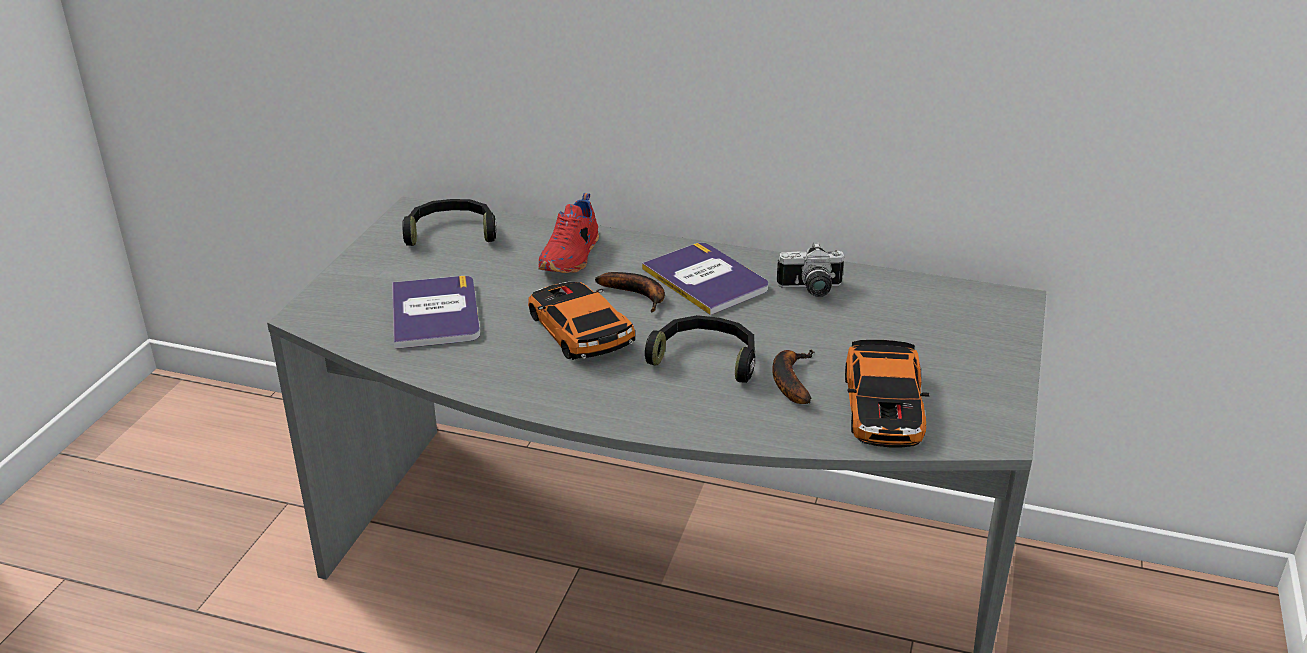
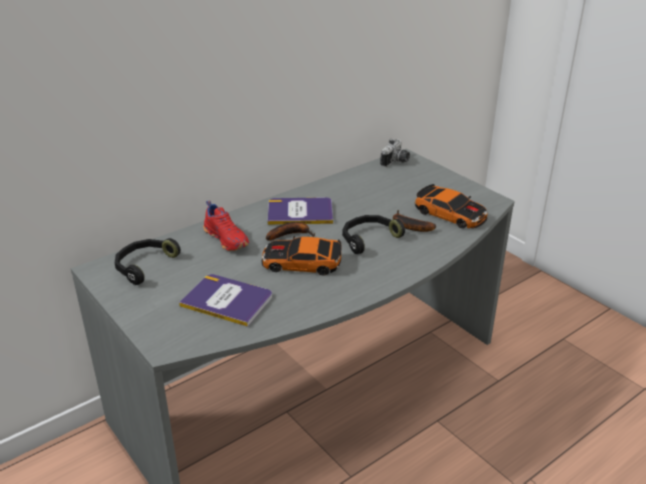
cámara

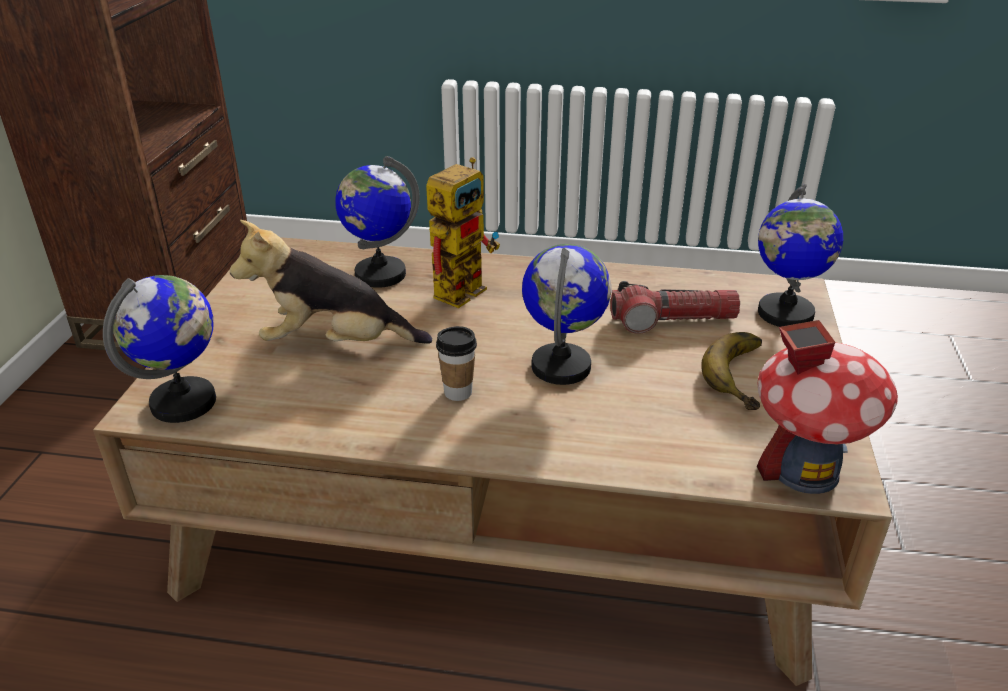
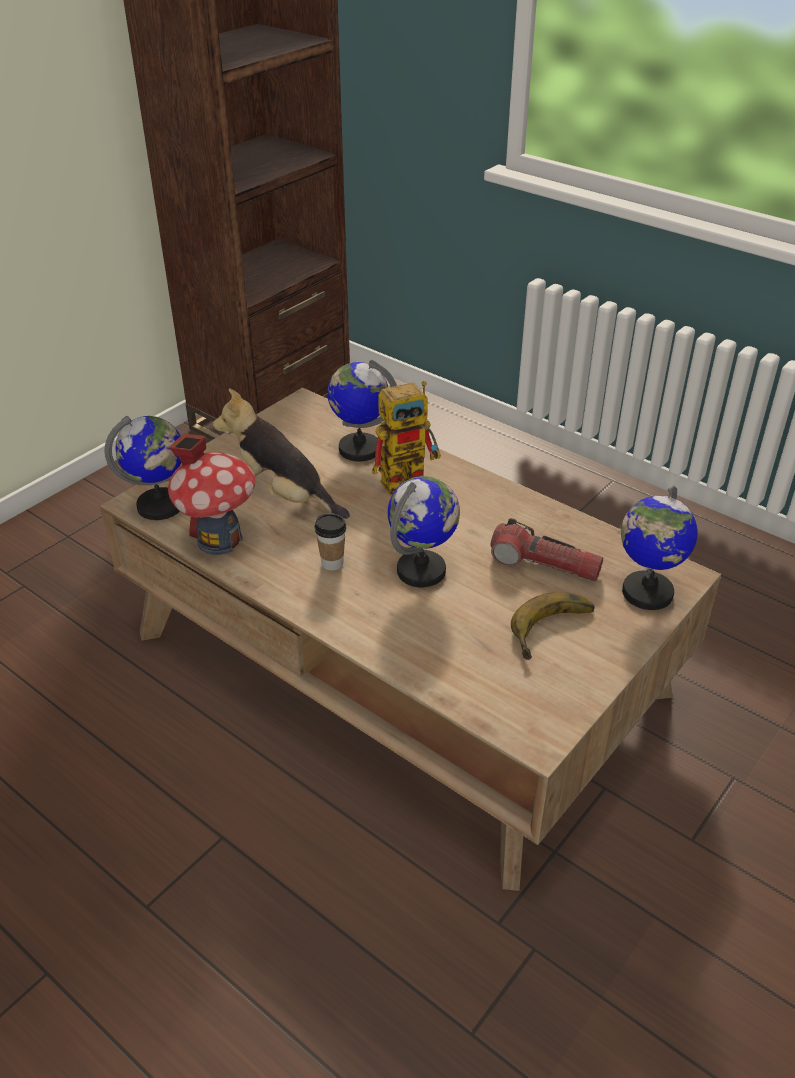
casita

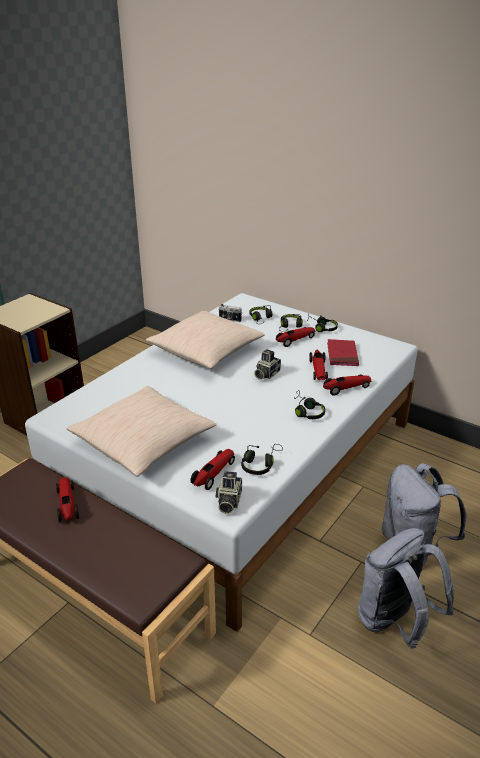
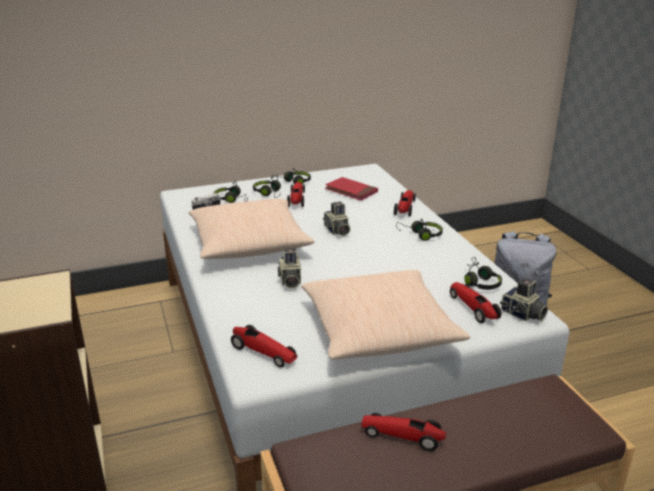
coche de juguete (no. 1 from left)
cámara (no. 2 from left)
mochila/gris (no. 1 from left in the first image)

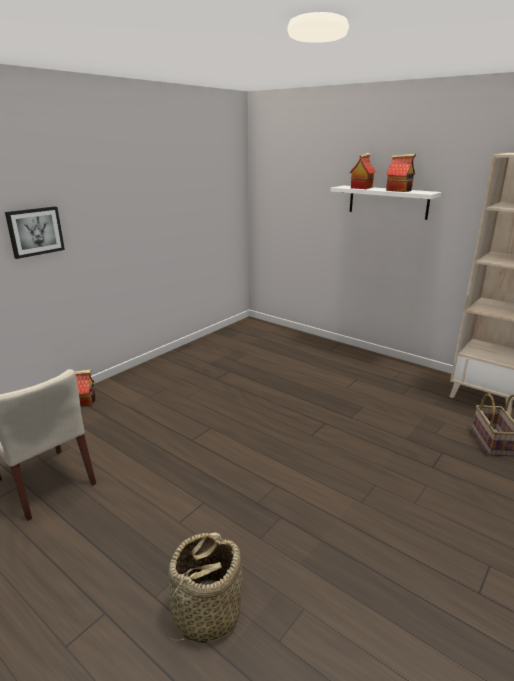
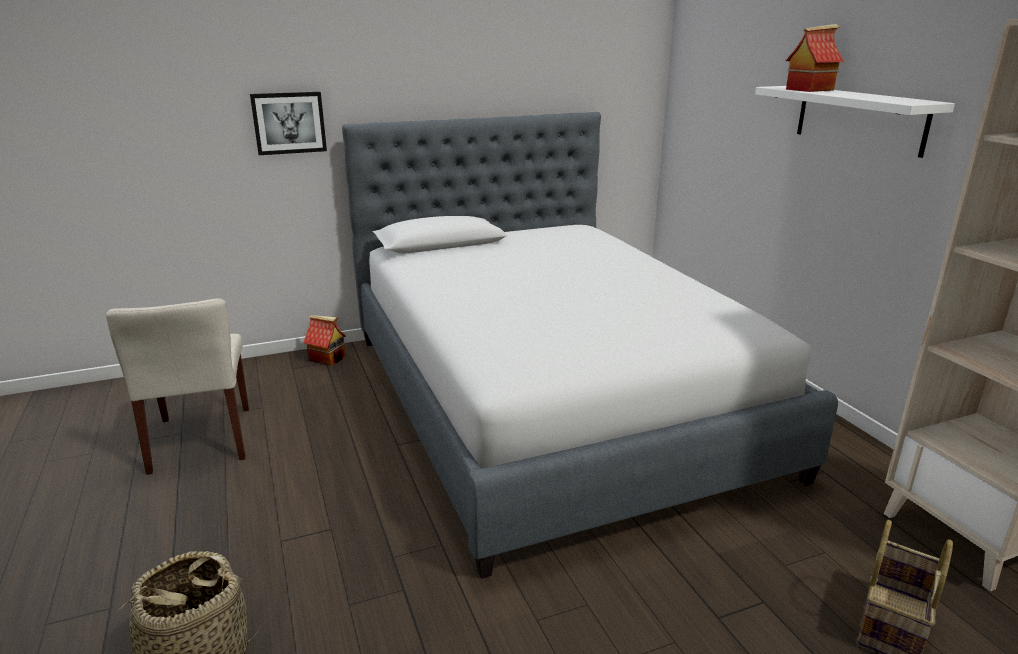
cama
casita (no. 3 from left in the first image)

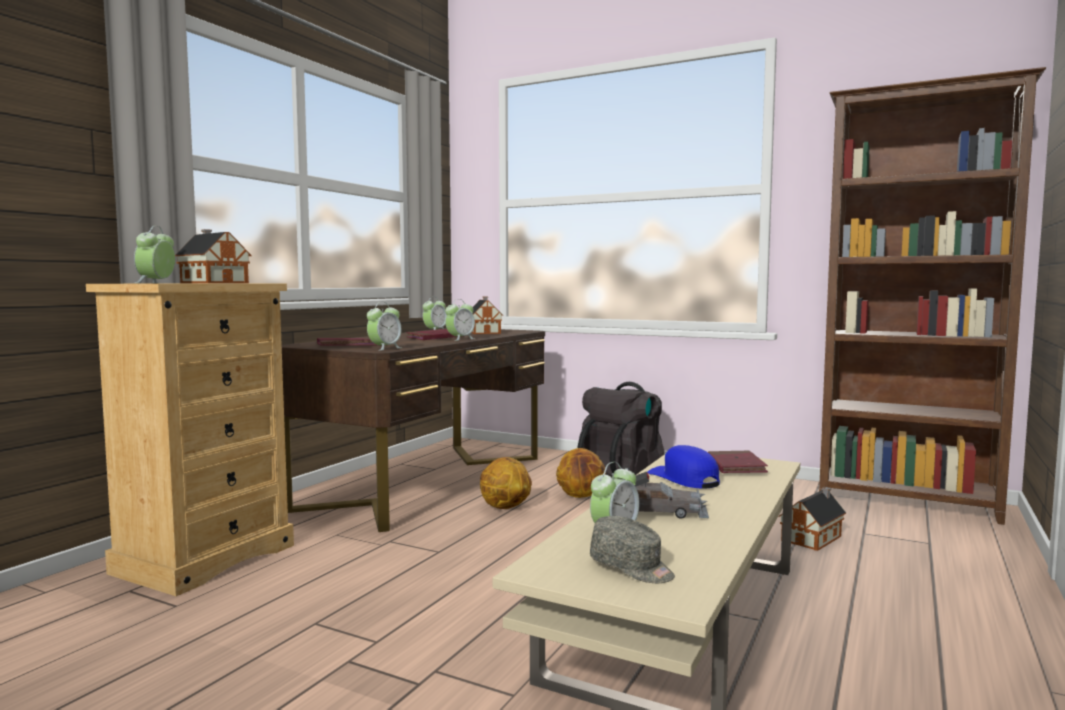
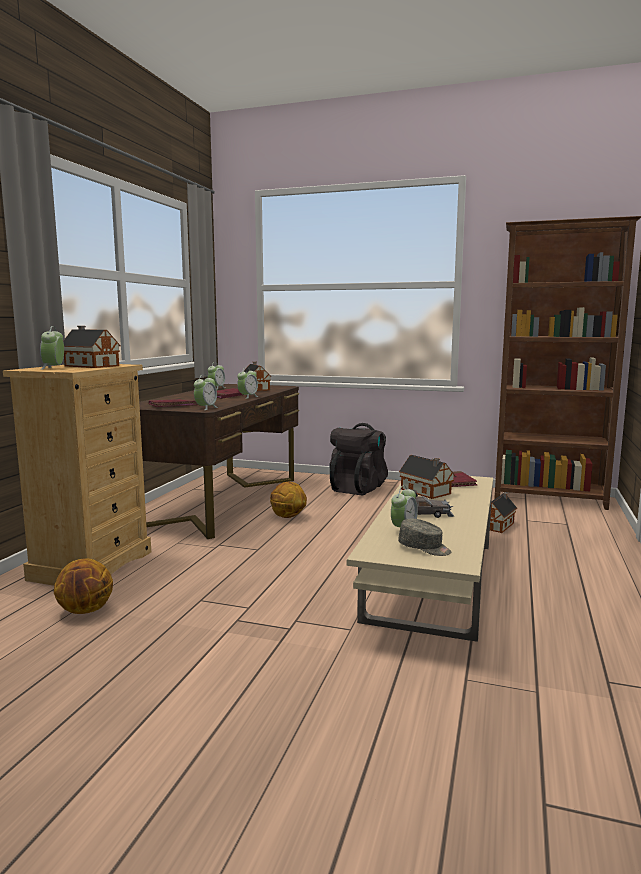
balón de baloncesto (no. 1 from left)
casita (no. 3 from left)

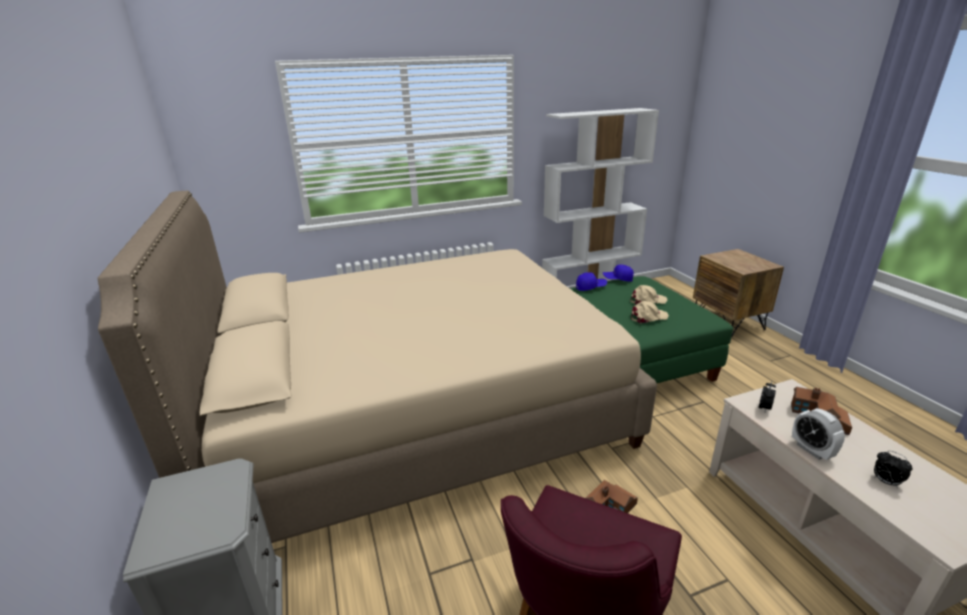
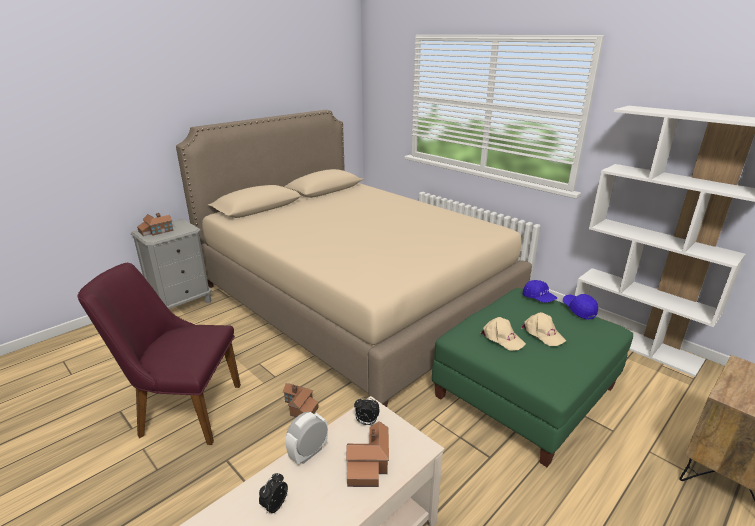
casita (no. 1 from left)

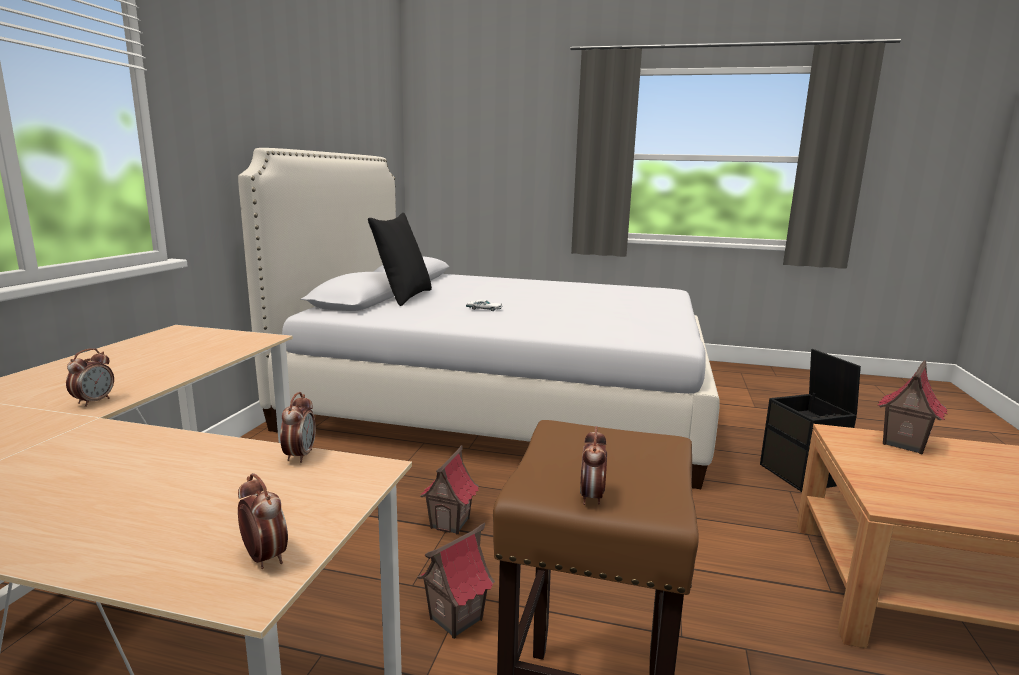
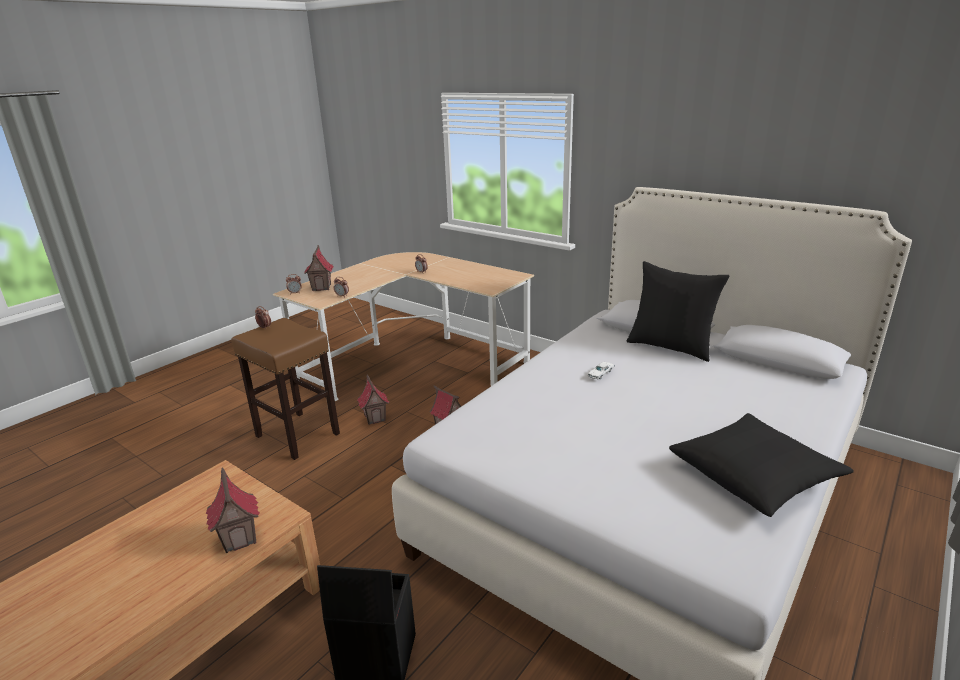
casita (no. 2 from left)
cojín/negro (no. 2 from left)

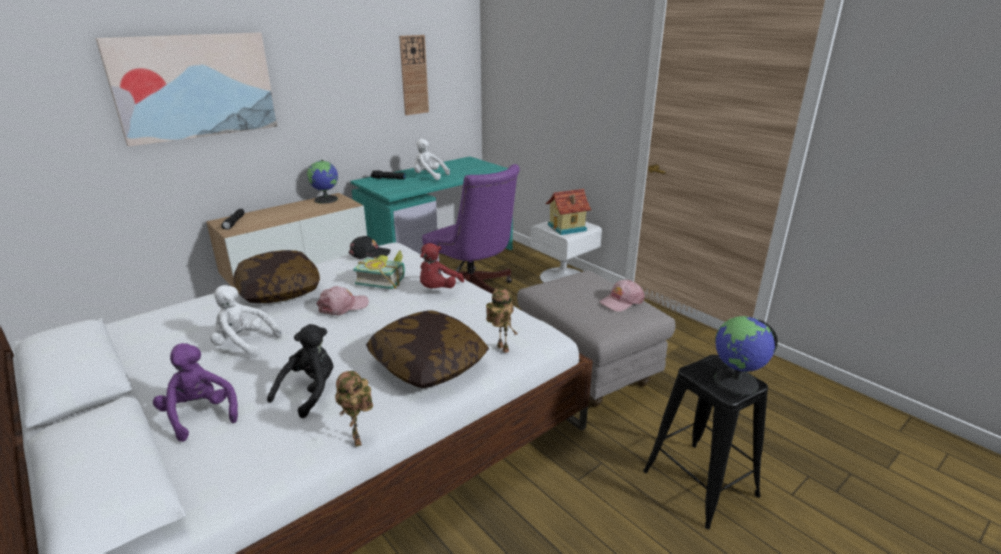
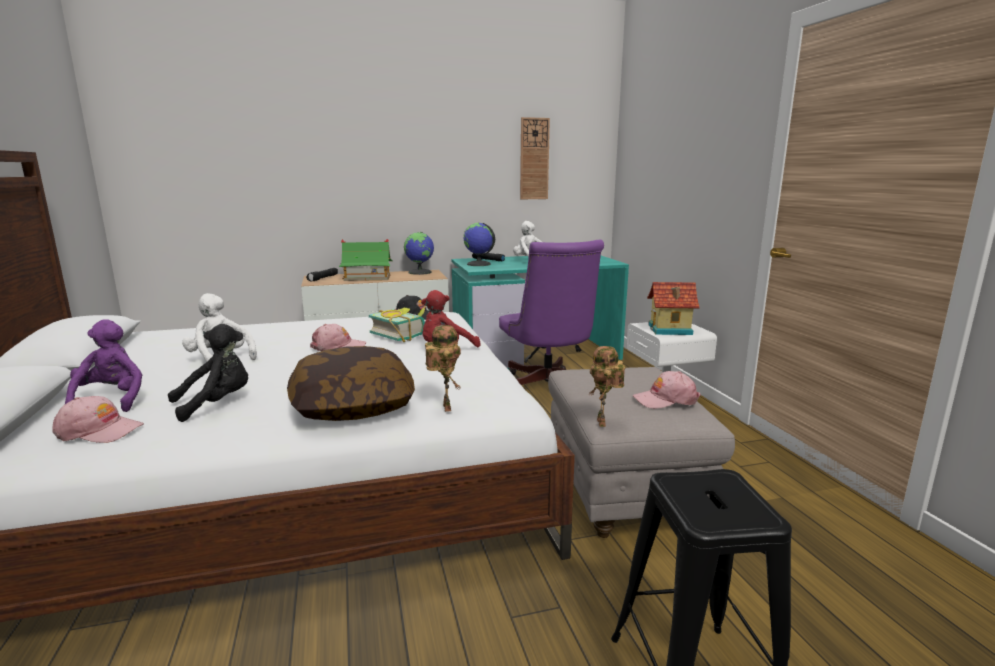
gorra/rosa (no. 1 from left)
casita (no. 1 from left)
globo terráqueo (no. 2 from left)
robot de juguete (no. 2 from left)
cuadro
cojín (no. 1 from left in the first image)

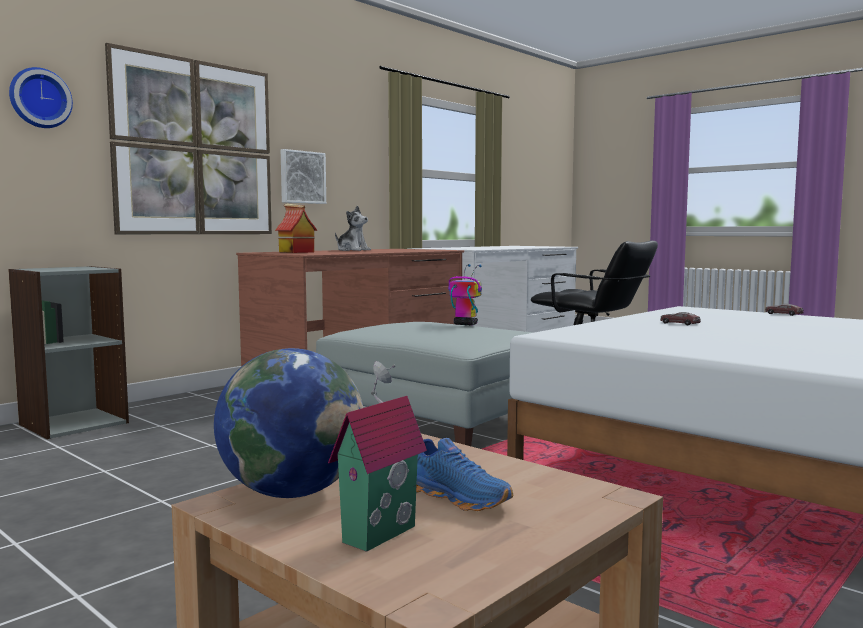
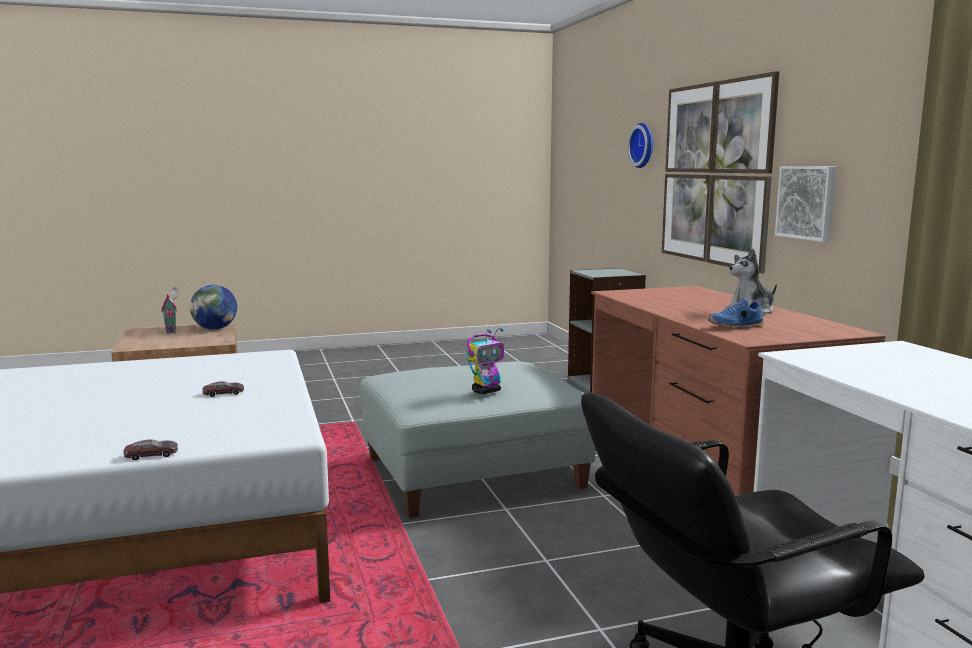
zapato/azul
casita (no. 1 from left in the first image)

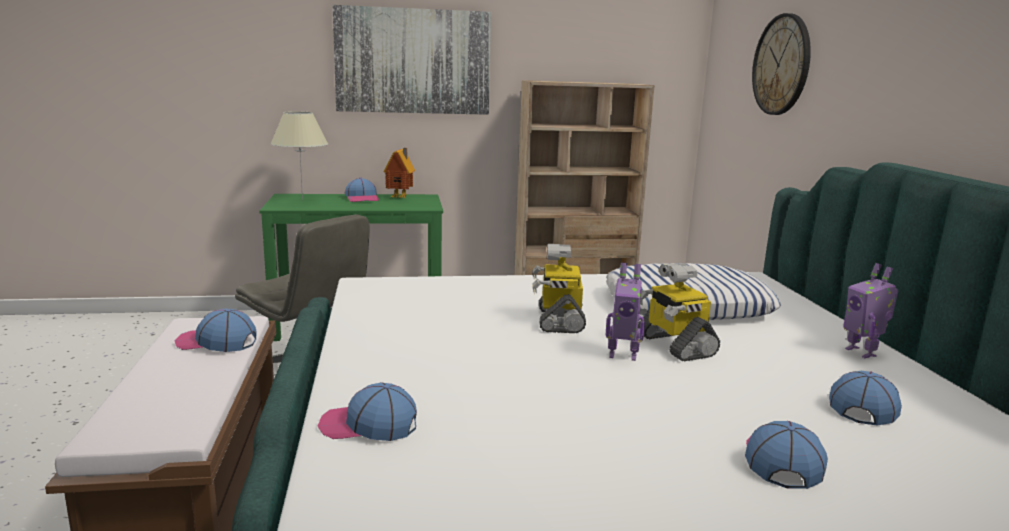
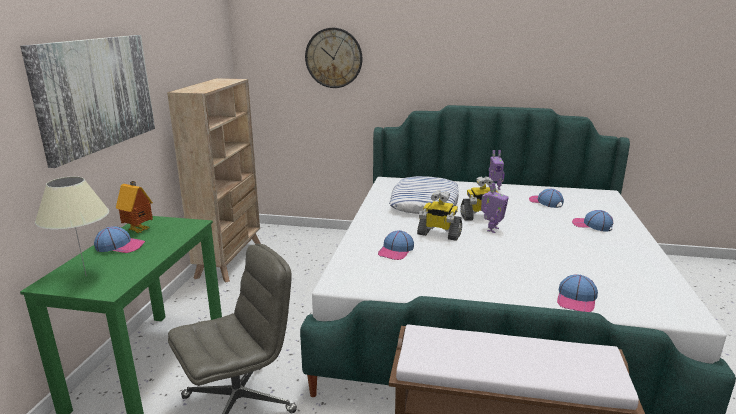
gorra (no. 2 from left)

